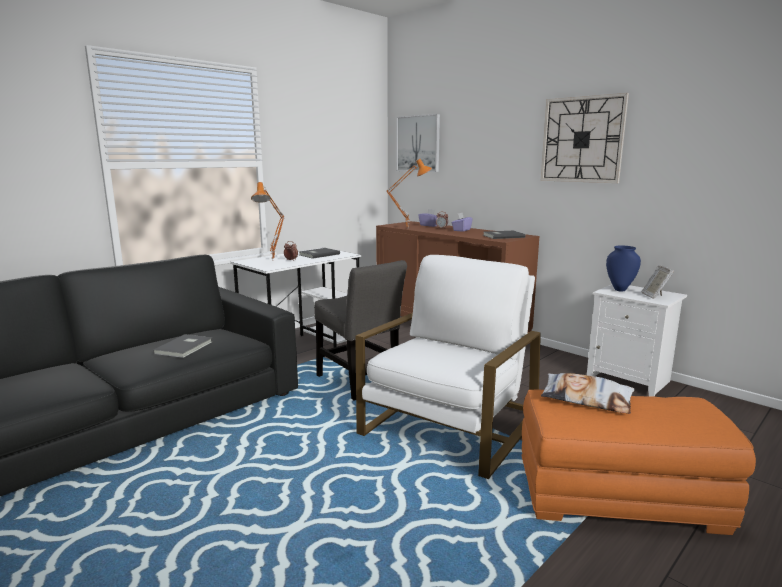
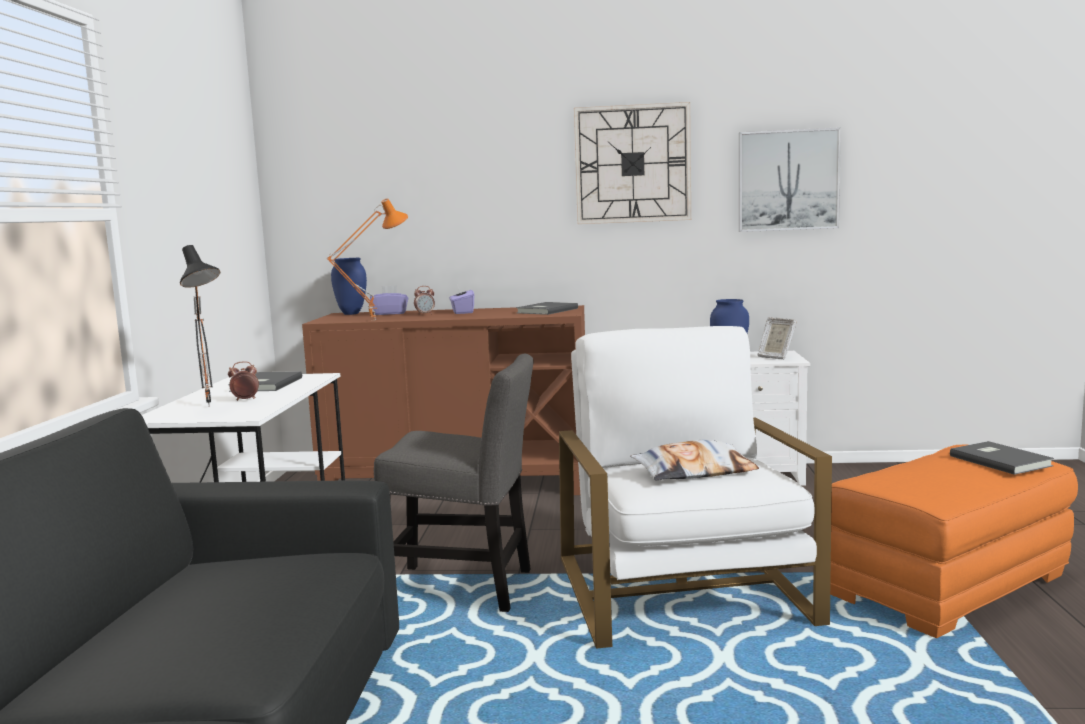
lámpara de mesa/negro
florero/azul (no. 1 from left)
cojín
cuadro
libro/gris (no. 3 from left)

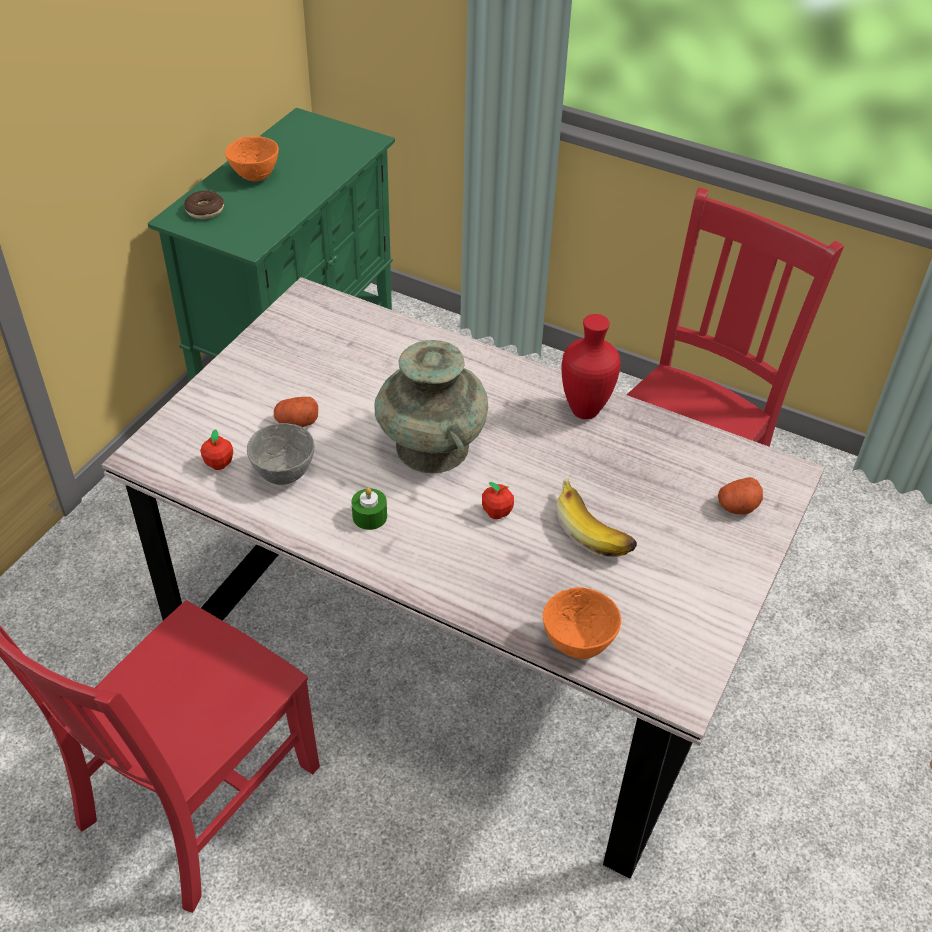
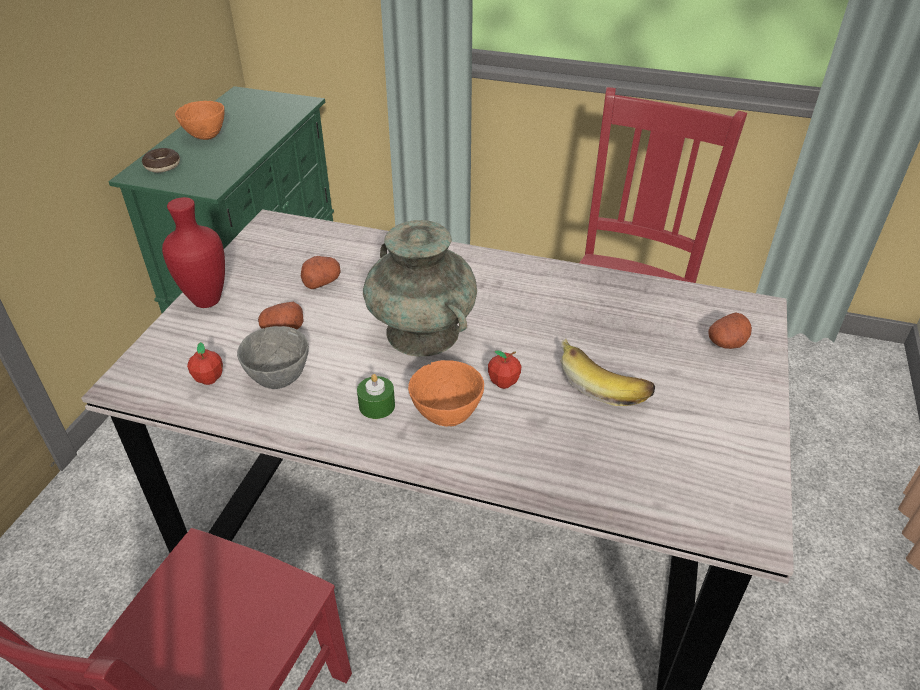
florero/rojo
patata (no. 2 from left)
cuenco/naranja (no. 2 from left)

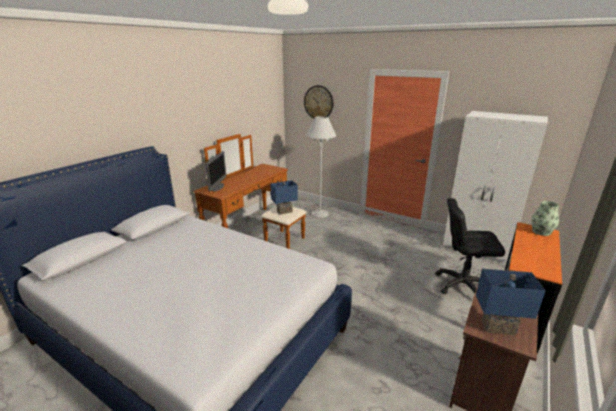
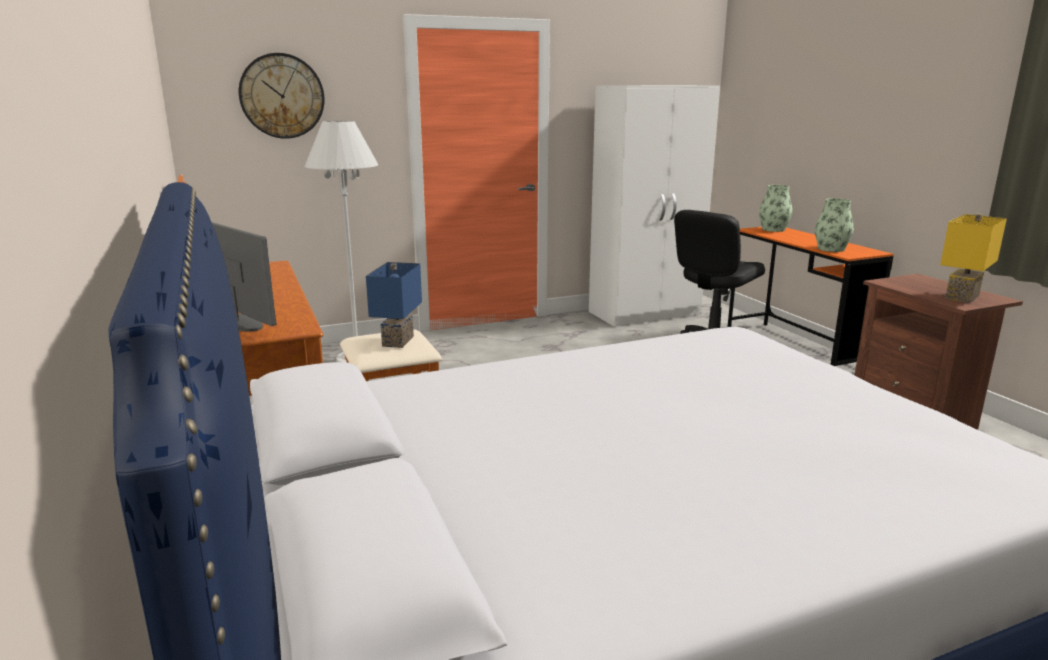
florero (no. 2 from left)
lámpara de mesa/amarillo

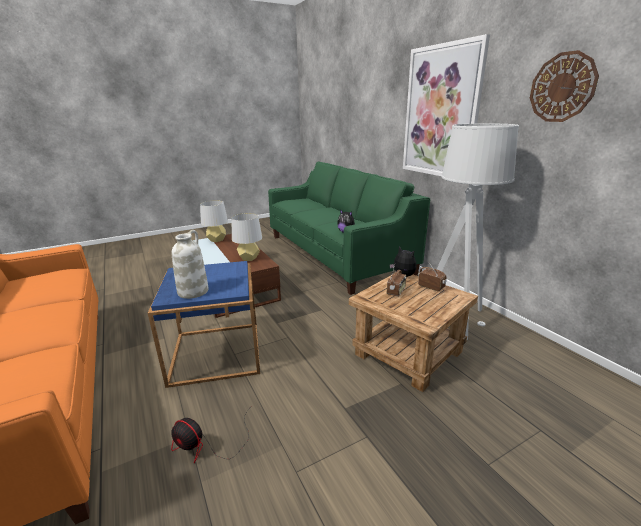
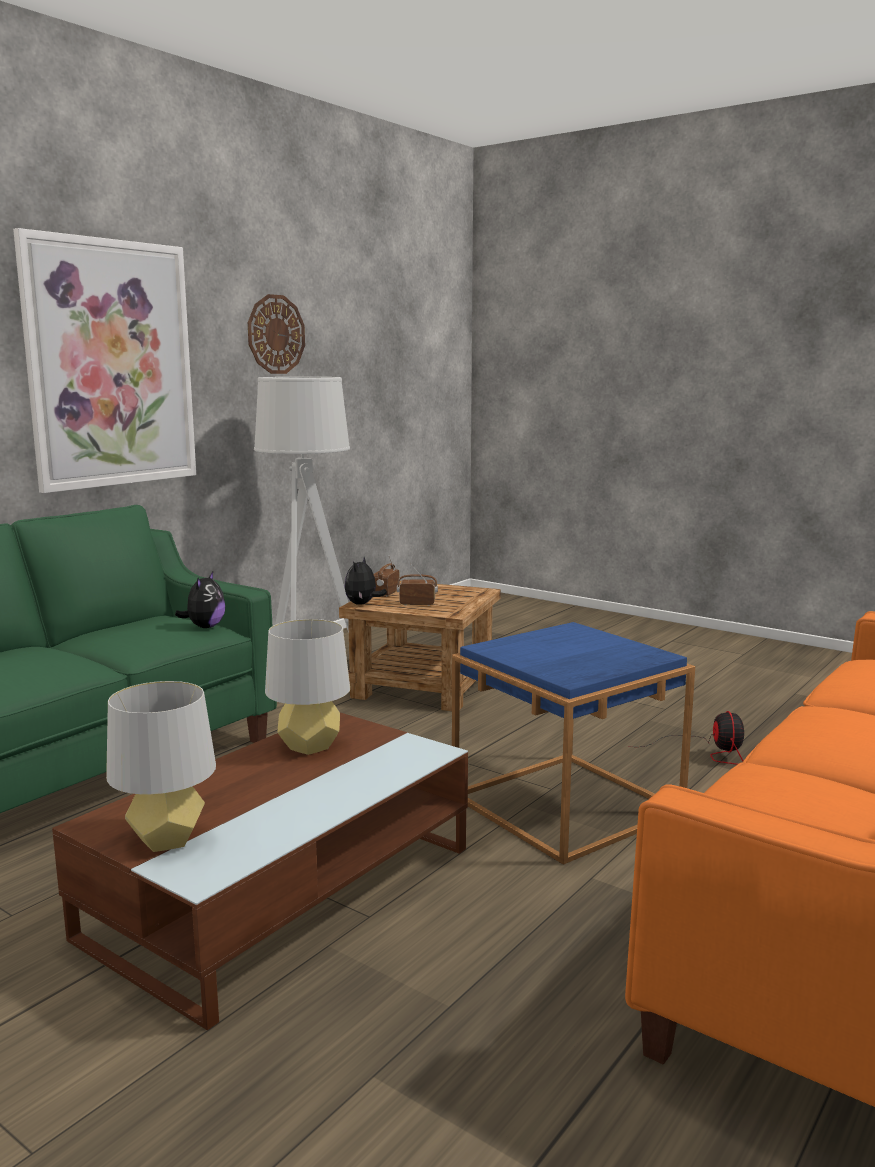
florero/blanco

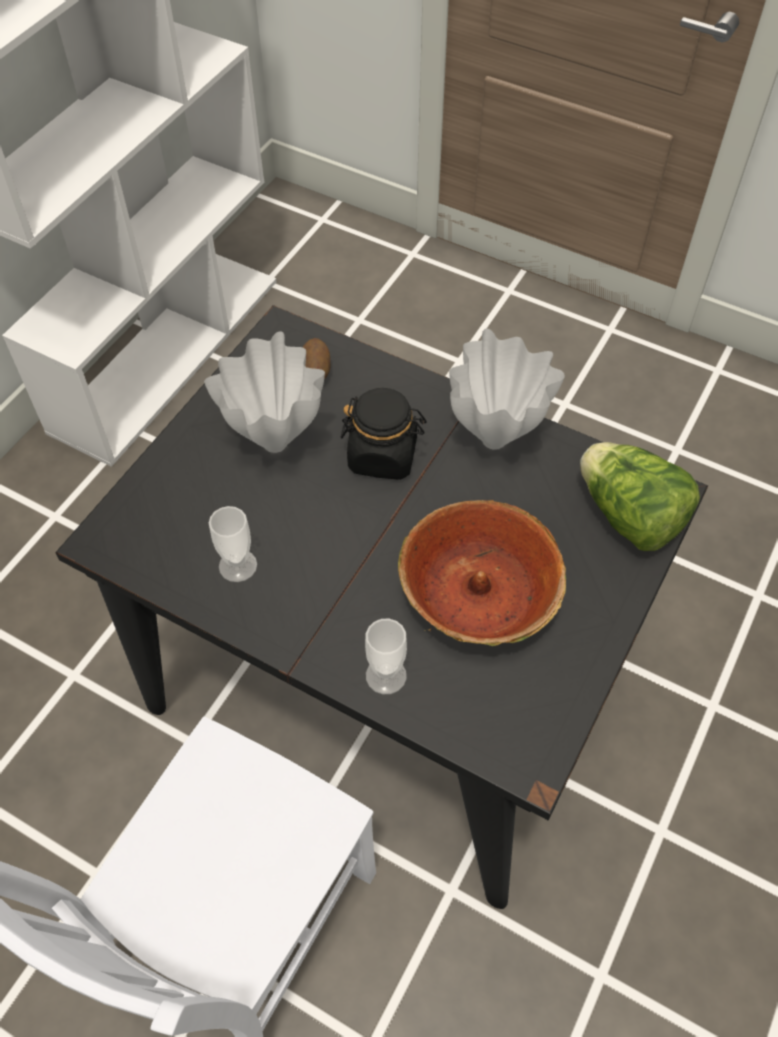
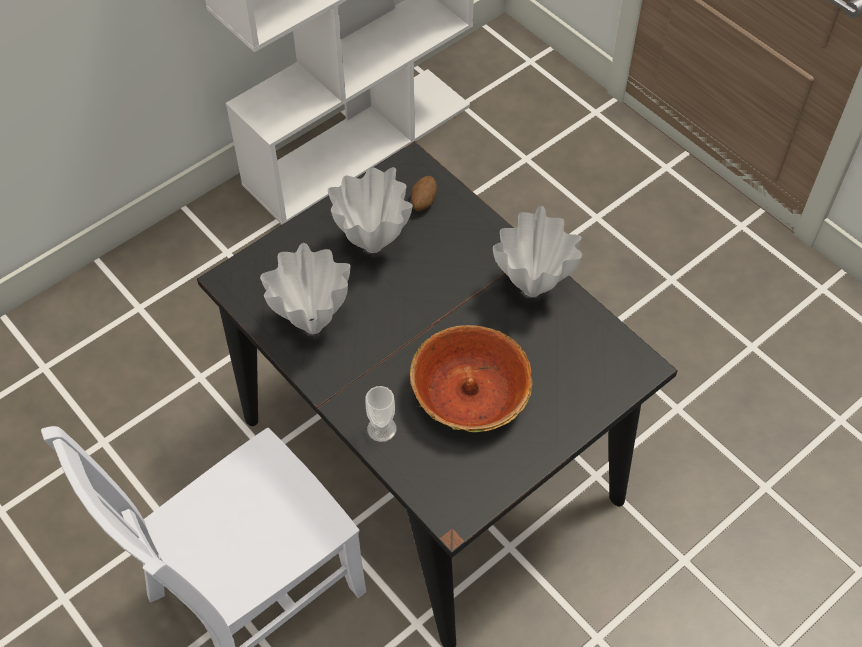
florero/blanco (no. 1 from left)
tarro/negro
lechuga

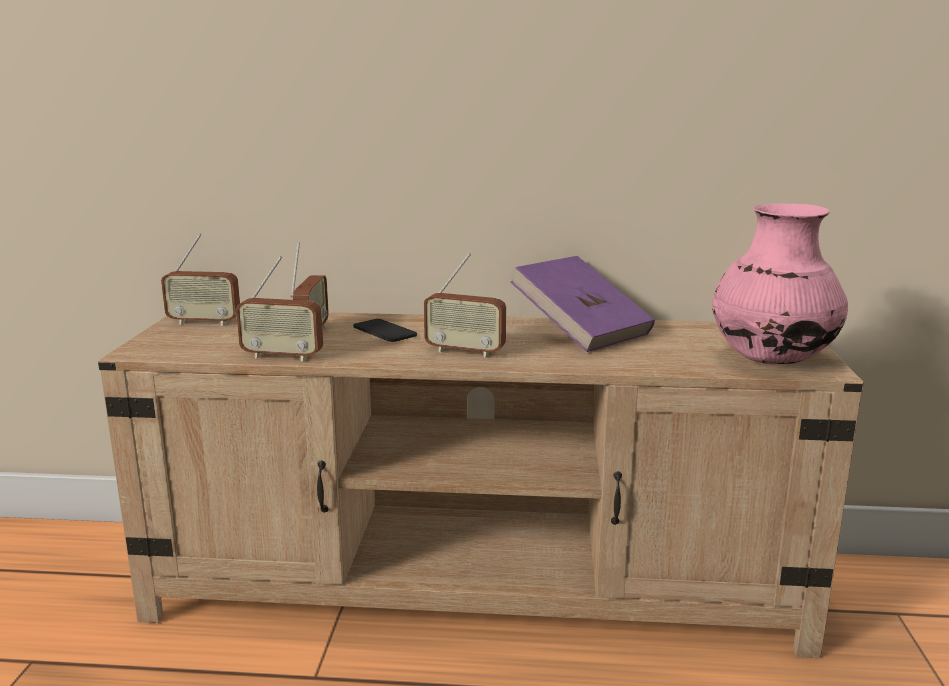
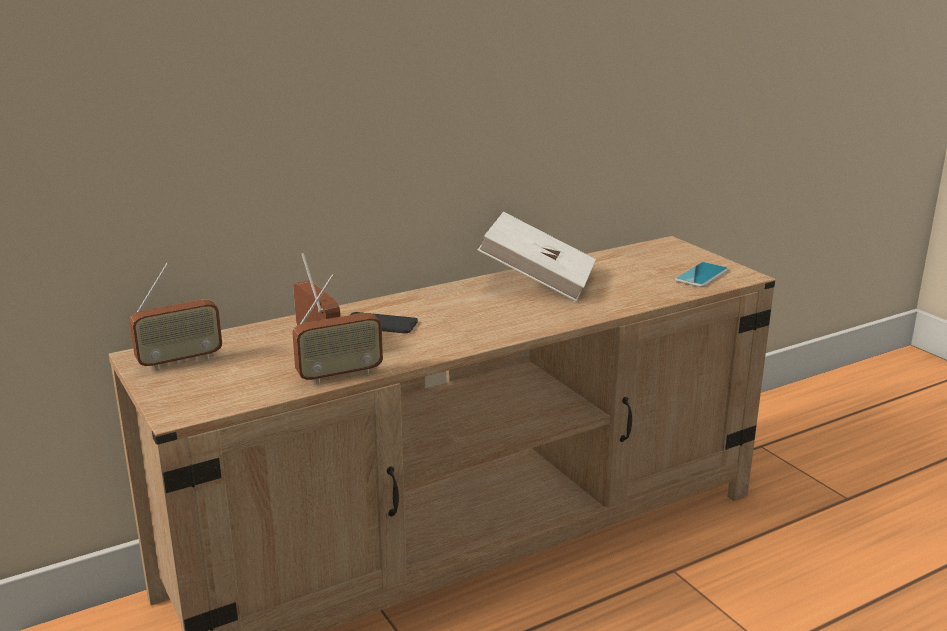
libro/blanco
móvil (no. 2 from left)
radio (no. 4 from left in the first image)

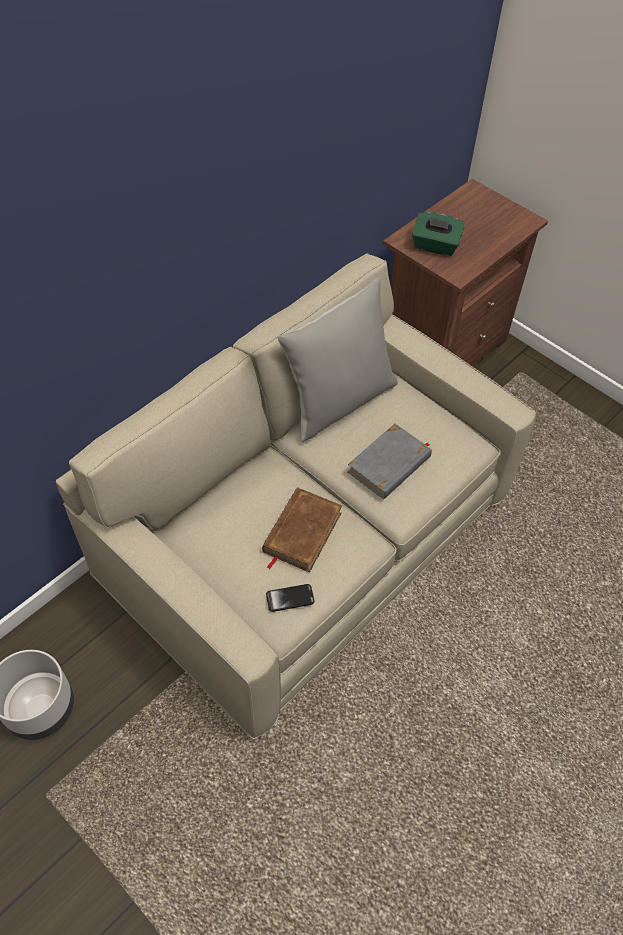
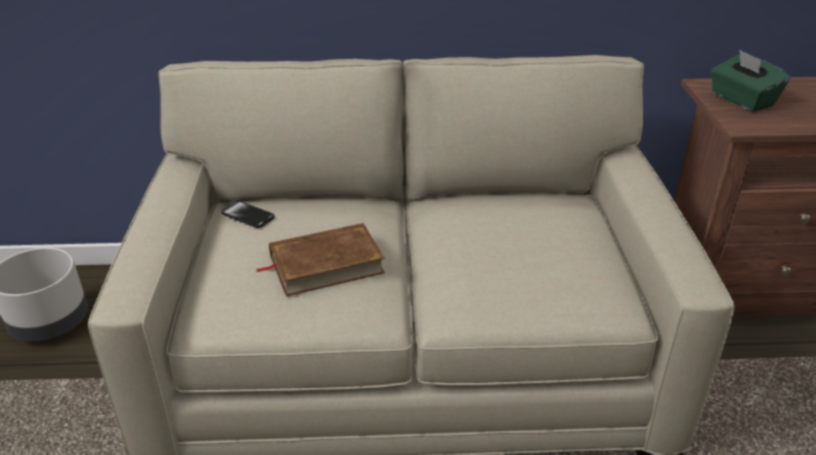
móvil
cojín/gris
libro/gris

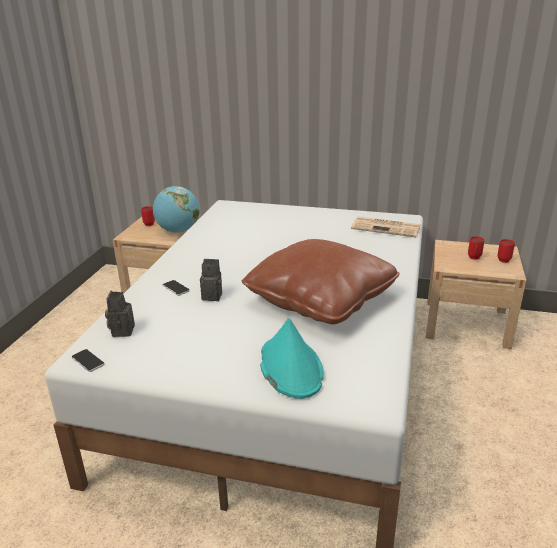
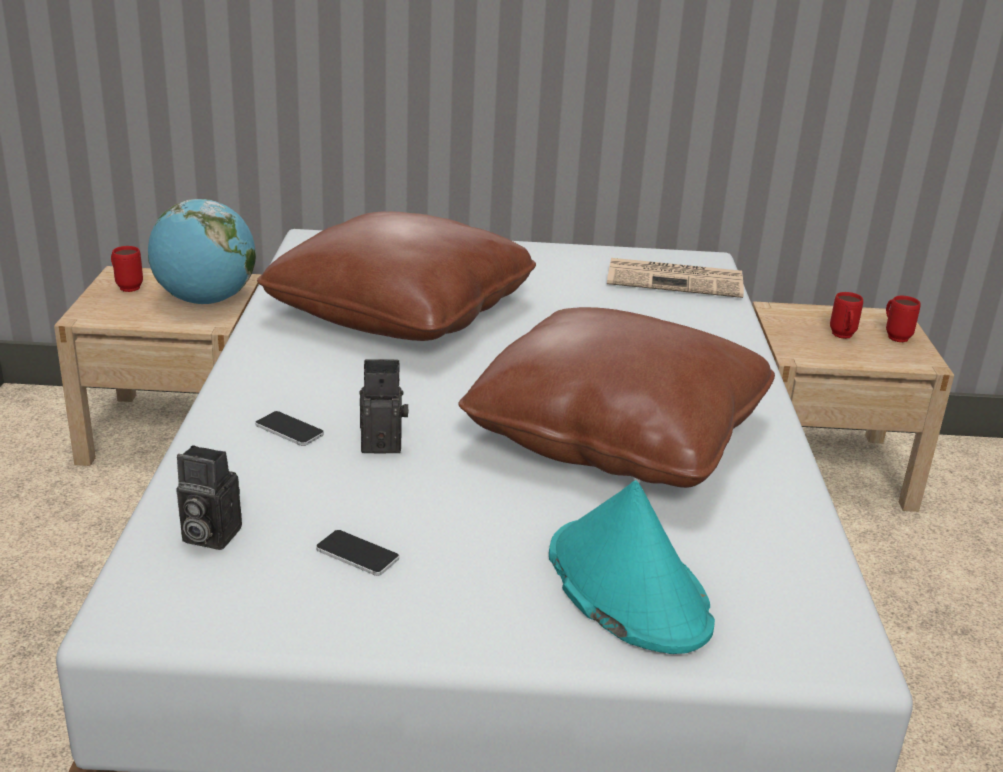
cámara (no. 1 from left)
cojín/marrón (no. 1 from left)
móvil (no. 2 from left)

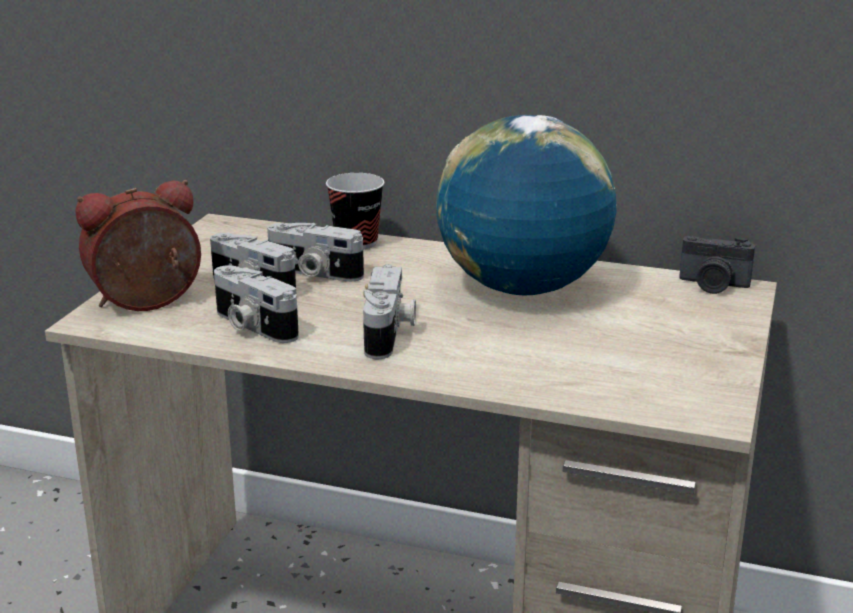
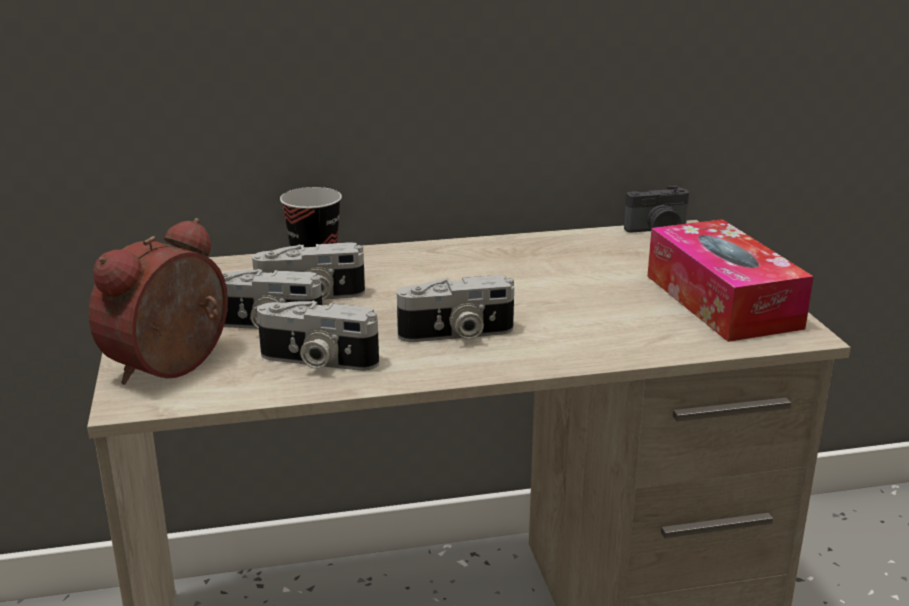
cámara (no. 4 from left)
caja de pañuelos
globo terráqueo

